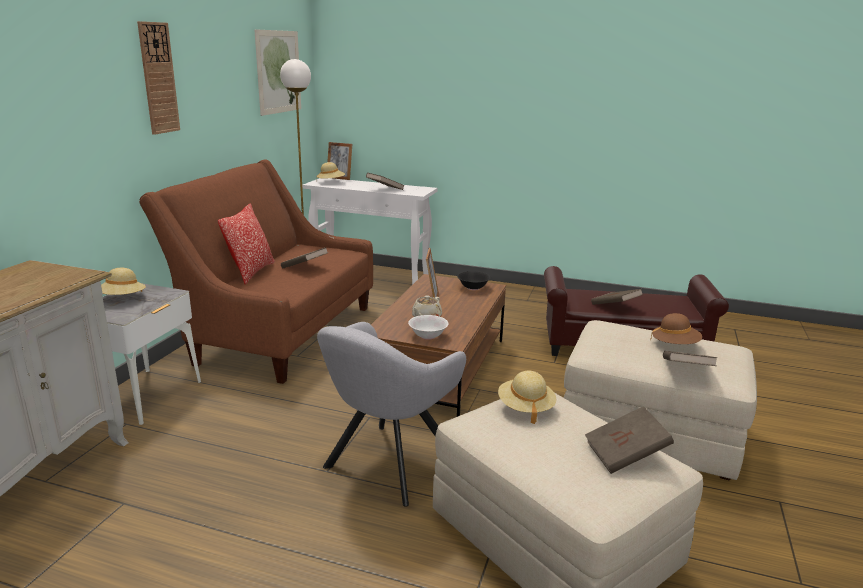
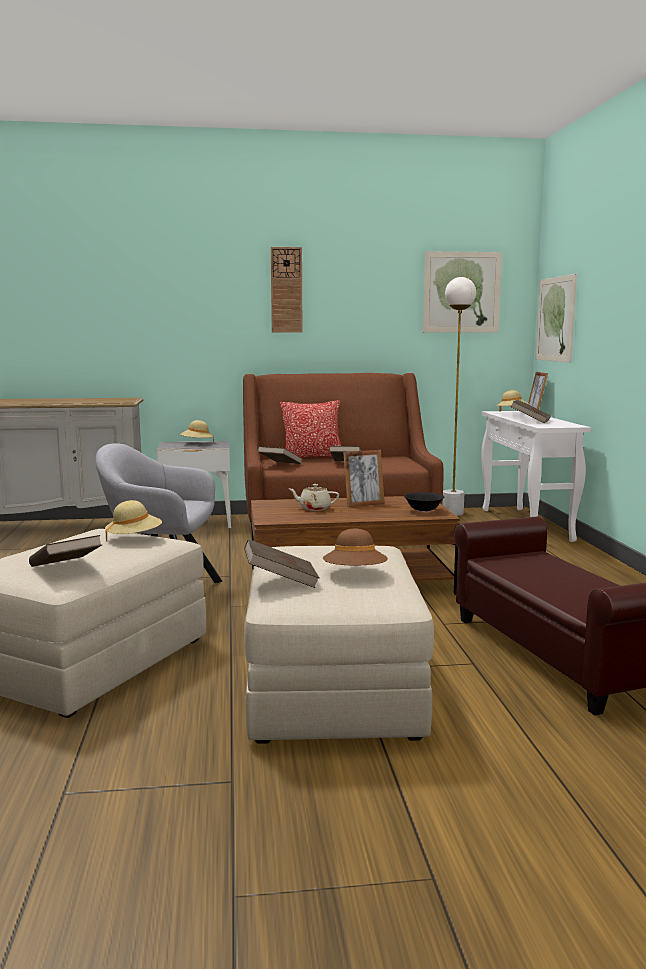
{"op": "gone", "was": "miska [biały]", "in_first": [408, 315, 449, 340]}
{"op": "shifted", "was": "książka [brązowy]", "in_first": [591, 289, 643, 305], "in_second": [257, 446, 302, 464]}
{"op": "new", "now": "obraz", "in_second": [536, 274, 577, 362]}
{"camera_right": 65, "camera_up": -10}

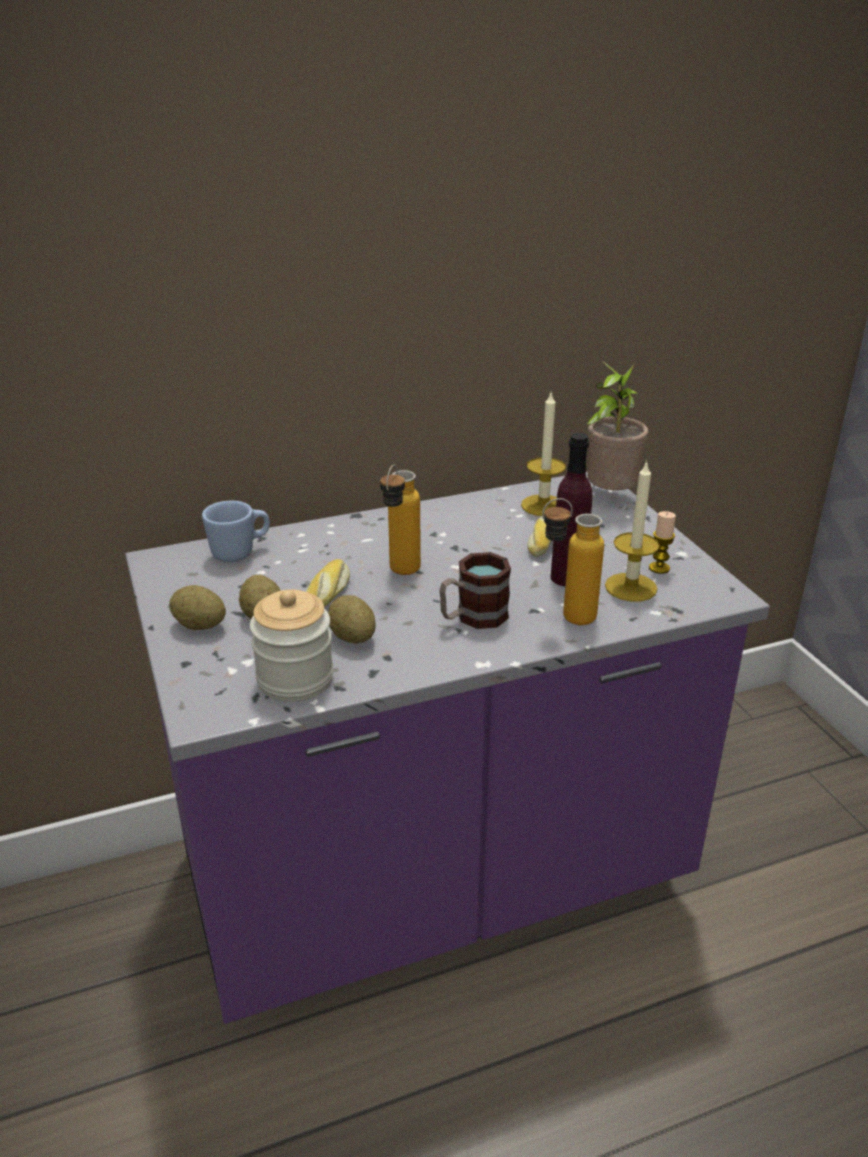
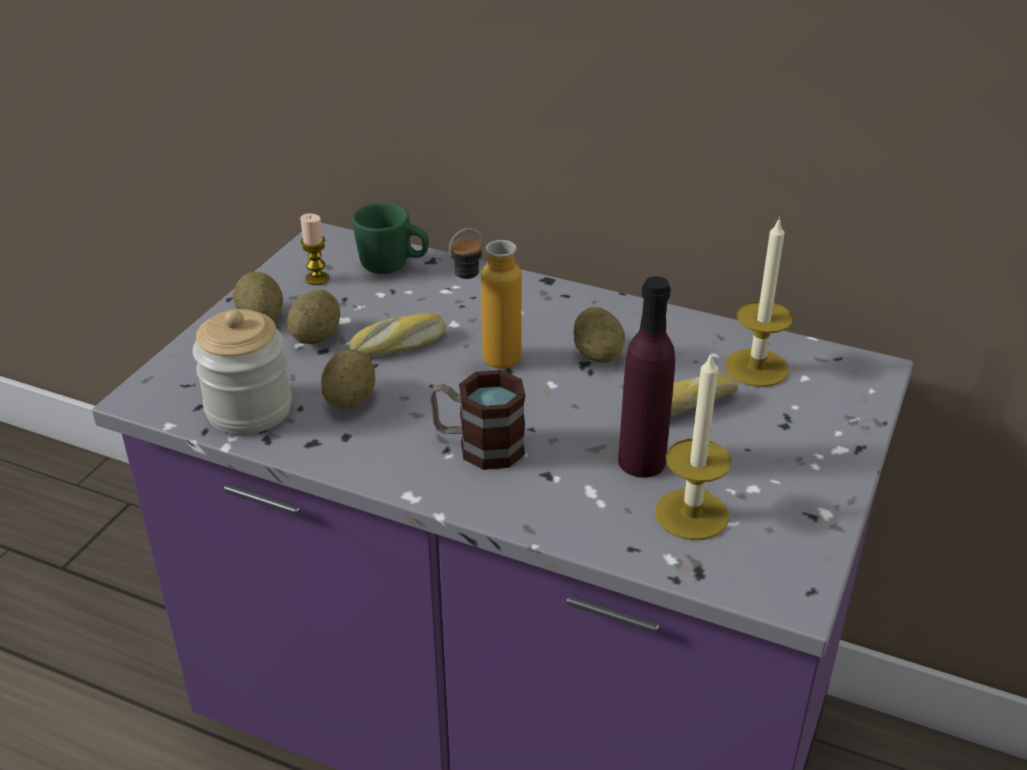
{"op": "repainted", "was": "kubek [niebieski]", "now": "kubek [zielony]", "in_first": [202, 501, 270, 562], "in_second": [352, 203, 429, 274]}
{"op": "gone", "was": "butelka", "in_first": [542, 498, 604, 625]}
{"op": "gone", "was": "roślina doniczkowa", "in_first": [587, 362, 649, 490]}
{"op": "shifted", "was": "świeca", "in_first": [649, 511, 676, 574], "in_second": [300, 213, 329, 285]}
{"op": "new", "now": "ziemniak", "in_second": [574, 307, 625, 363]}
{"camera_right": 45, "camera_up": 5}

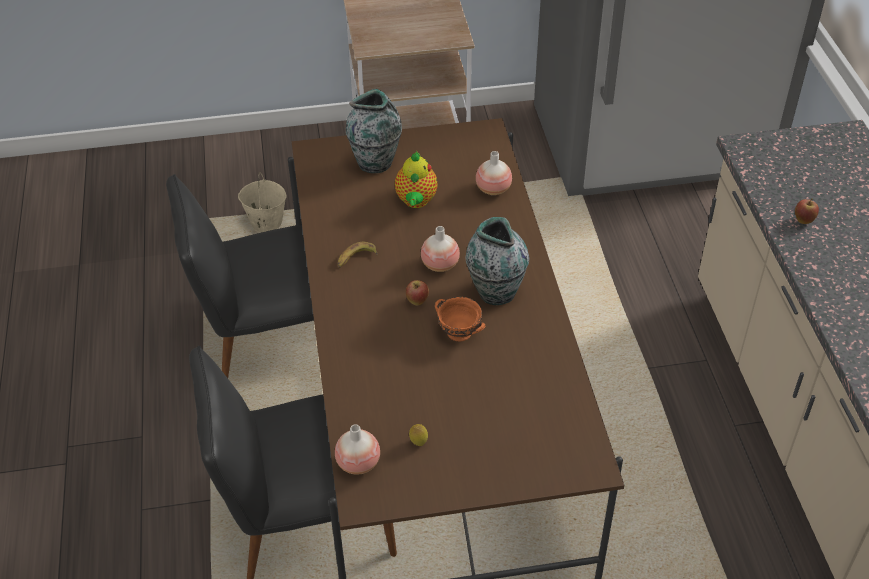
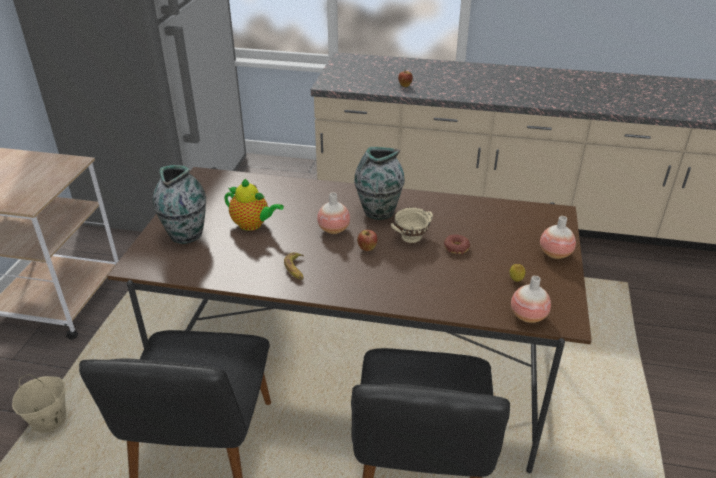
{"op": "repainted", "was": "miska [pomarańczowy]", "now": "miska [beżowy]", "in_first": [435, 297, 485, 342], "in_second": [391, 208, 433, 243]}
{"op": "shifted", "was": "wazon", "in_first": [476, 151, 512, 195], "in_second": [540, 216, 576, 259]}
{"op": "new", "now": "donut", "in_second": [444, 235, 470, 254]}
{"camera_right": -70, "camera_up": -10}

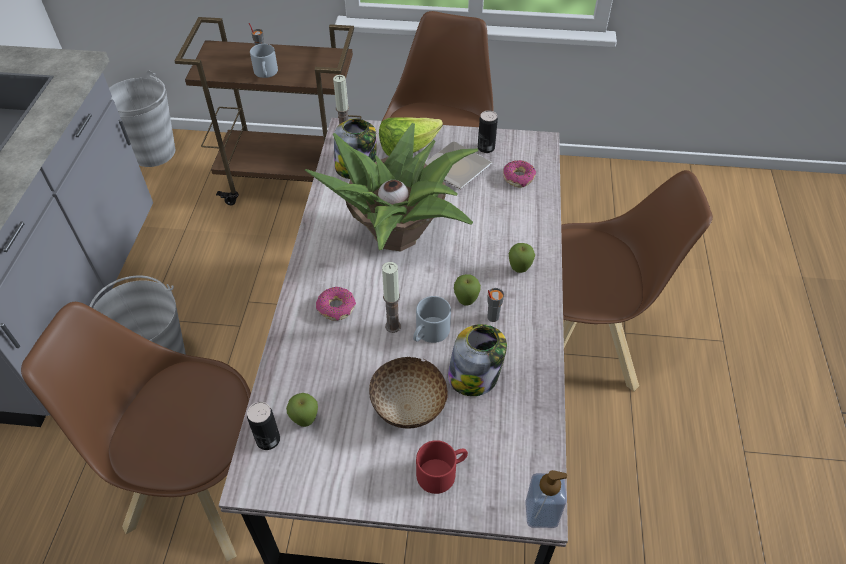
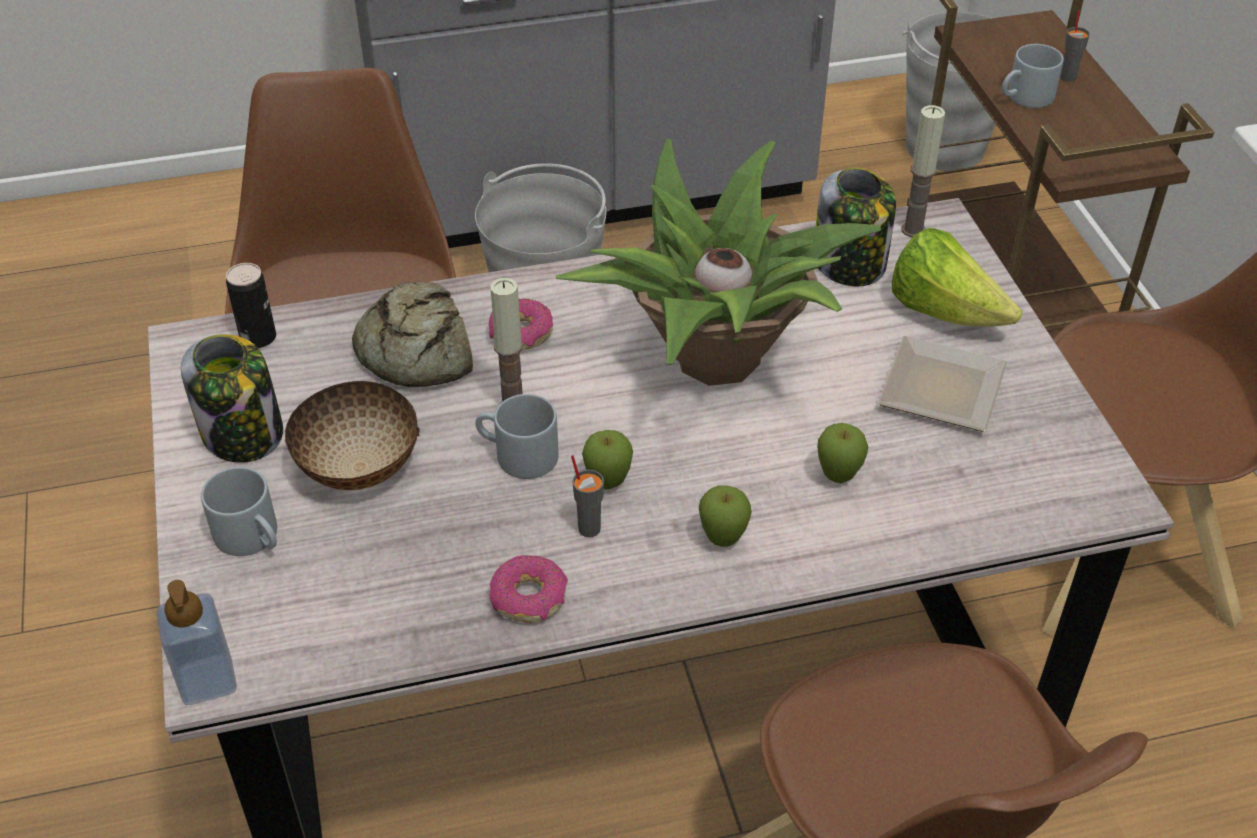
{"op": "shifted", "was": "jabłko", "in_first": [286, 393, 318, 427], "in_second": [817, 423, 868, 483]}
{"op": "repainted", "was": "kubek [czerwony]", "now": "kubek [szary]", "in_first": [416, 440, 468, 494], "in_second": [201, 467, 277, 556]}
{"op": "shifted", "was": "słoik", "in_first": [448, 324, 507, 396], "in_second": [181, 334, 283, 463]}
{"op": "gone", "was": "puszka", "in_first": [478, 110, 498, 153]}
{"op": "shifted", "was": "donut", "in_first": [503, 160, 536, 188], "in_second": [490, 555, 568, 623]}
{"op": "new", "now": "chleb", "in_second": [352, 282, 473, 387]}
{"camera_right": 70, "camera_up": -5}

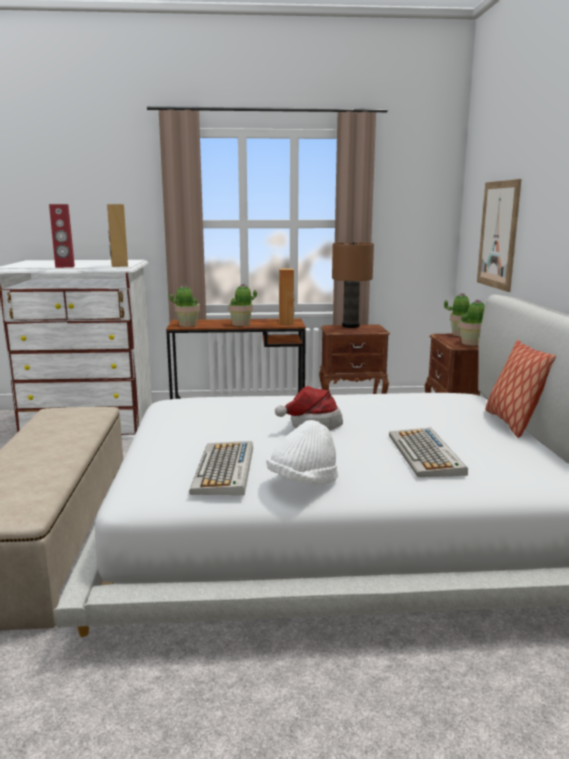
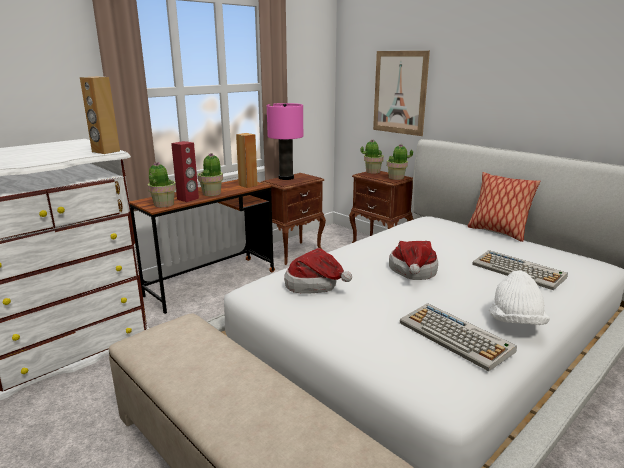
{"op": "shifted", "was": "głośnik [czerwony]", "in_first": [49, 204, 75, 268], "in_second": [171, 141, 199, 202]}
{"op": "repainted", "was": "lampa stołowa [brązowy]", "now": "lampa stołowa [różowy]", "in_first": [332, 242, 374, 328], "in_second": [267, 103, 303, 180]}
{"op": "new", "now": "kapelusz", "in_second": [284, 248, 352, 294]}
{"camera_right": -40, "camera_up": 5}

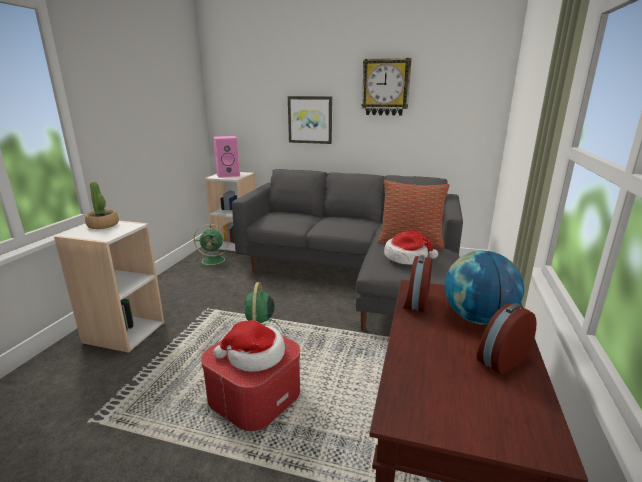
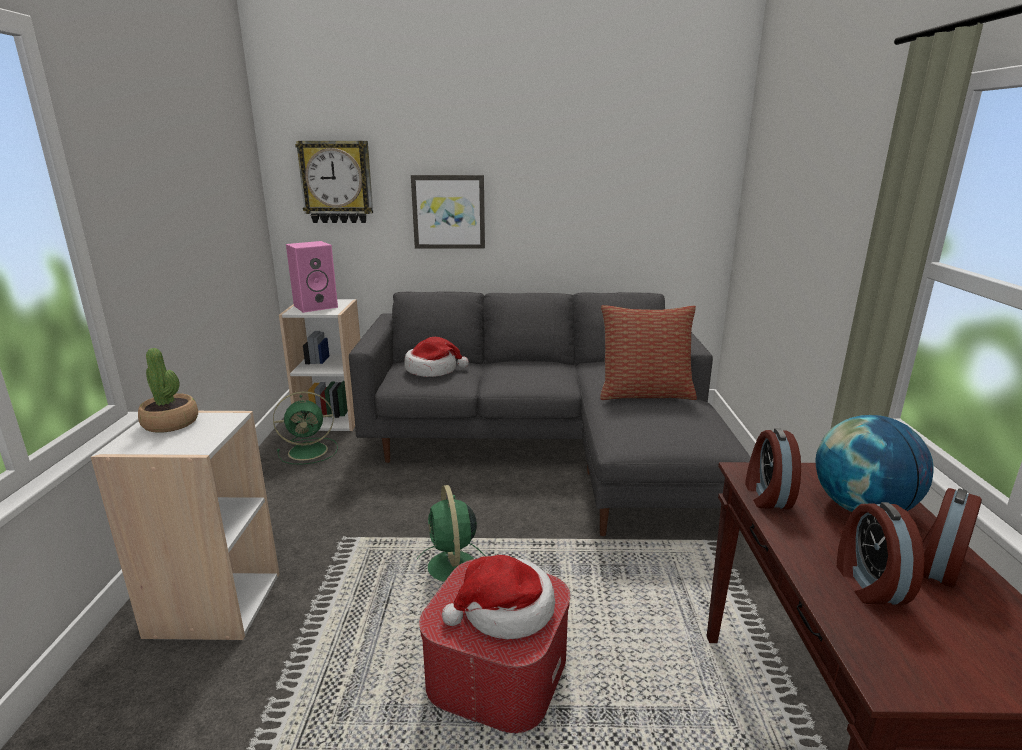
{"op": "shifted", "was": "zegar ścienny", "in_first": [361, 58, 412, 116], "in_second": [295, 141, 373, 223]}
{"op": "shifted", "was": "kapelusz", "in_first": [384, 230, 438, 265], "in_second": [404, 337, 469, 377]}
{"op": "new", "now": "budzik", "in_second": [837, 502, 925, 605]}
{"camera_right": -15, "camera_up": 0}

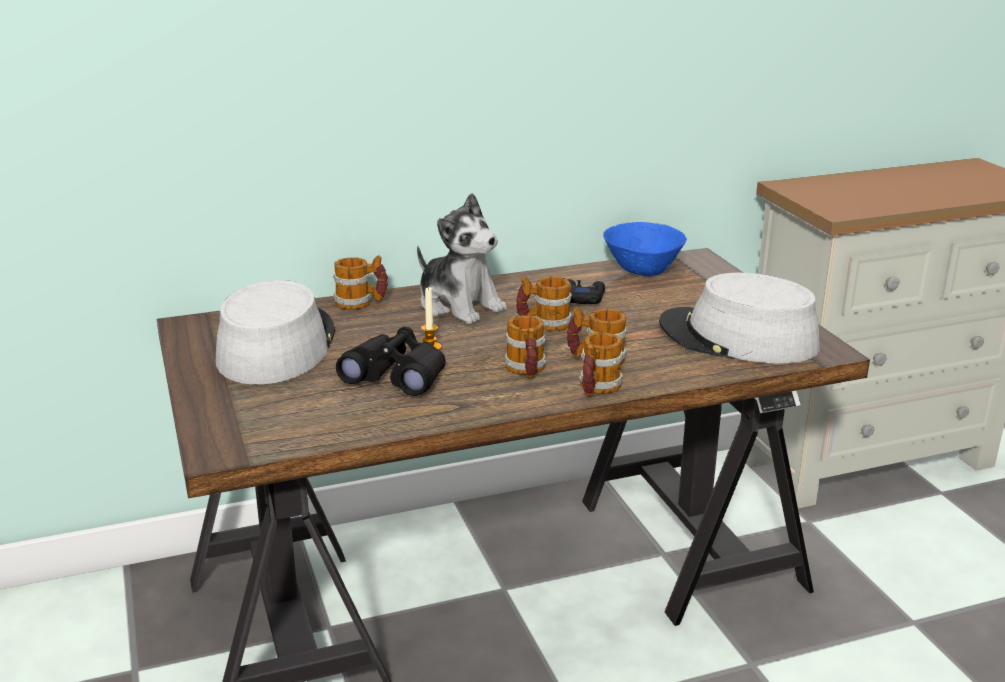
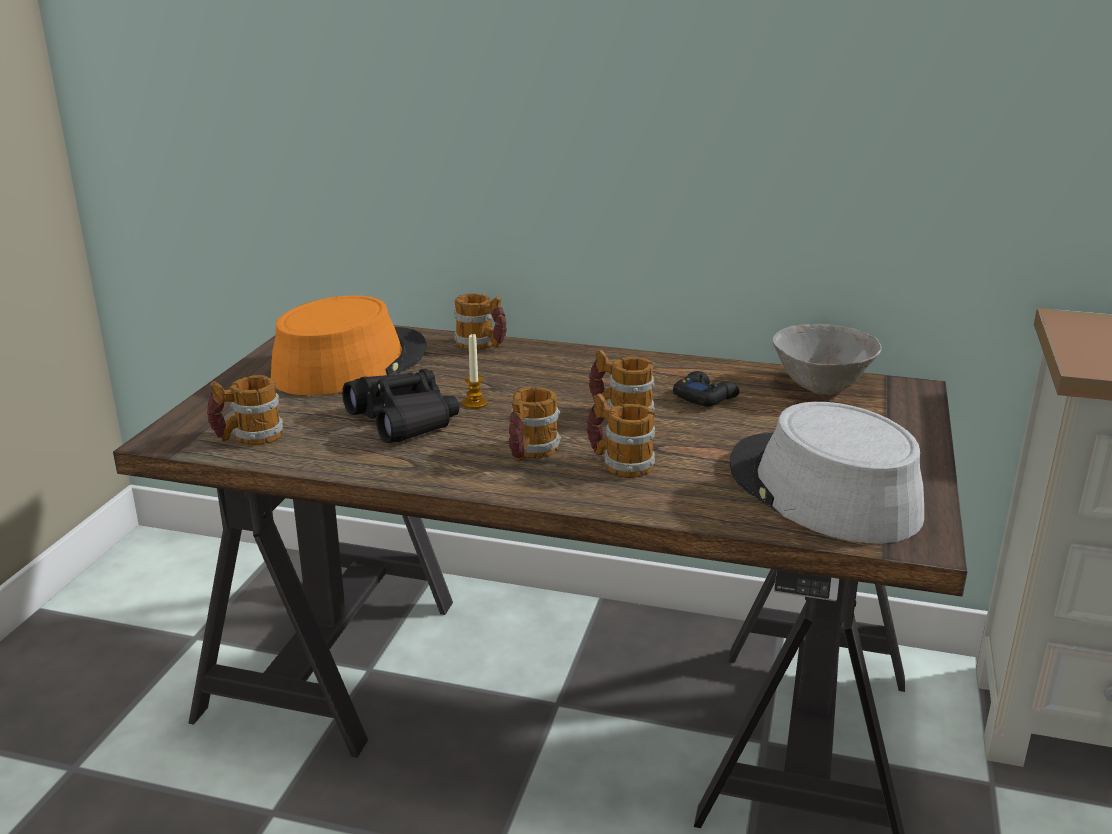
{"op": "repainted", "was": "kapelusz [szary]", "now": "kapelusz [pomarańczowy]", "in_first": [215, 280, 335, 385], "in_second": [271, 295, 427, 395]}
{"op": "gone", "was": "pluszak", "in_first": [417, 193, 507, 324]}
{"op": "shifted", "was": "kubek", "in_first": [579, 332, 624, 396], "in_second": [207, 375, 283, 445]}
{"op": "repainted", "was": "miska [niebieski]", "now": "miska [szary]", "in_first": [603, 222, 687, 276], "in_second": [773, 324, 882, 395]}
{"camera_right": 35, "camera_up": 0}

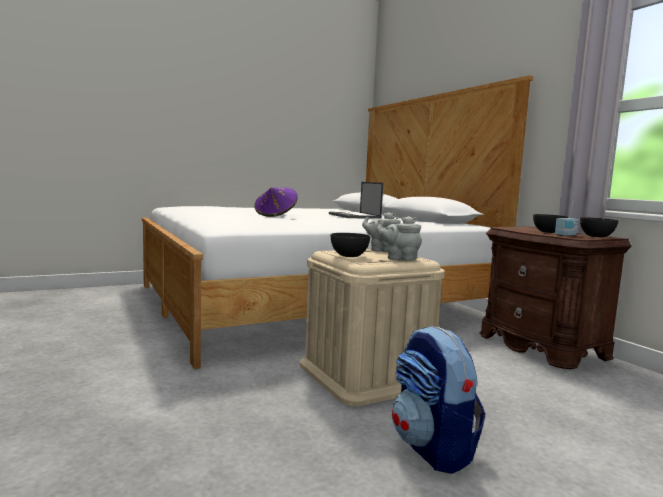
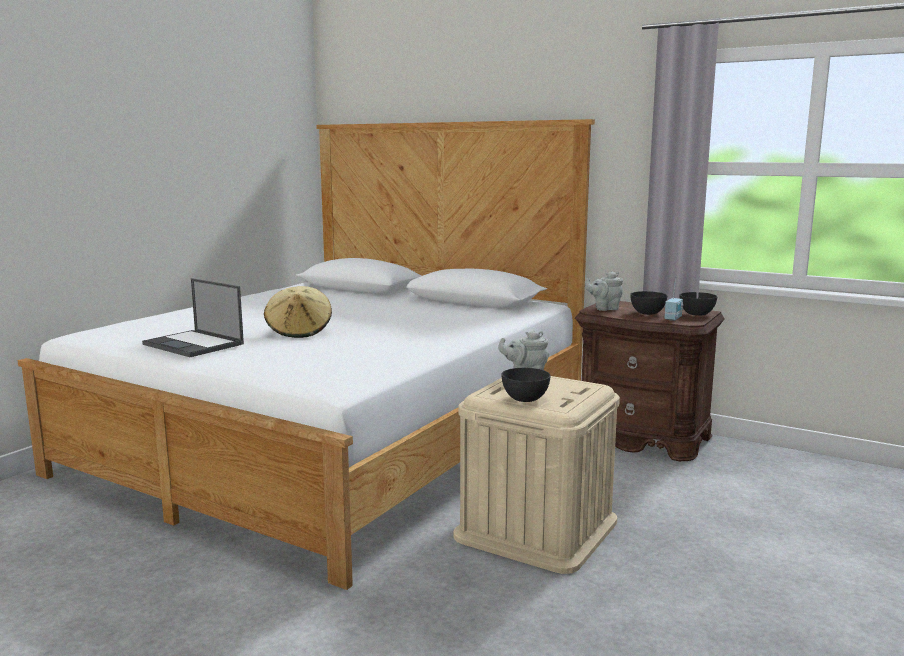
{"op": "repainted", "was": "kapelusz [fioletowy]", "now": "kapelusz [beżowy]", "in_first": [254, 187, 298, 217], "in_second": [264, 286, 332, 338]}
{"op": "shifted", "was": "laptop", "in_first": [329, 182, 383, 219], "in_second": [142, 278, 244, 357]}
{"op": "shifted", "was": "imbryk [szary]", "in_first": [376, 216, 422, 261], "in_second": [585, 272, 623, 311]}
{"op": "gone", "was": "plecak", "in_first": [392, 326, 485, 474]}
{"camera_right": -30, "camera_up": 5}

